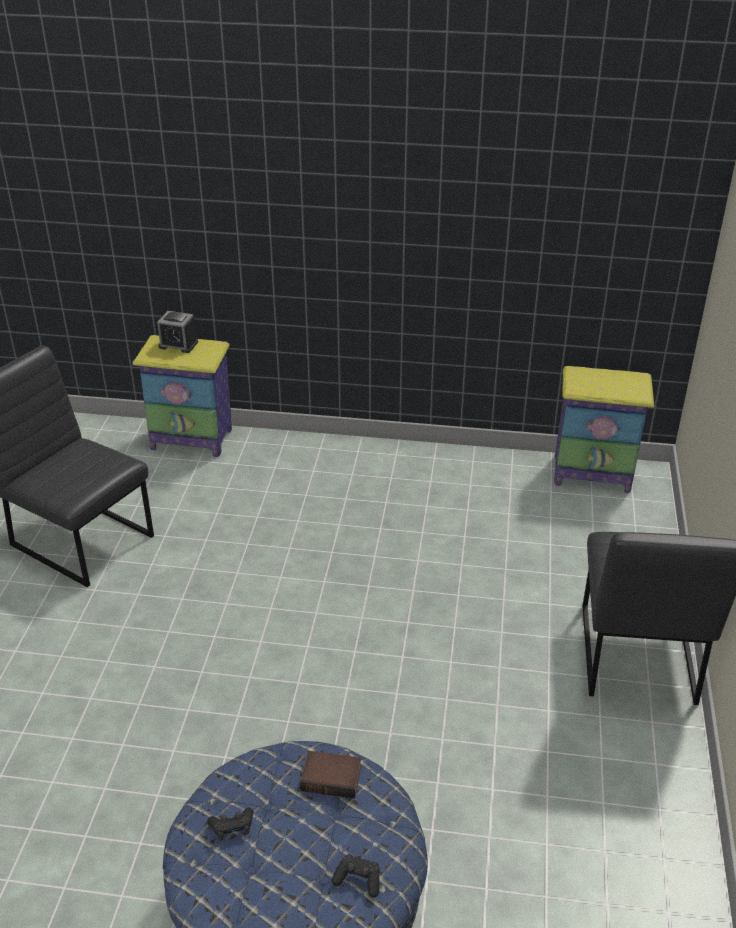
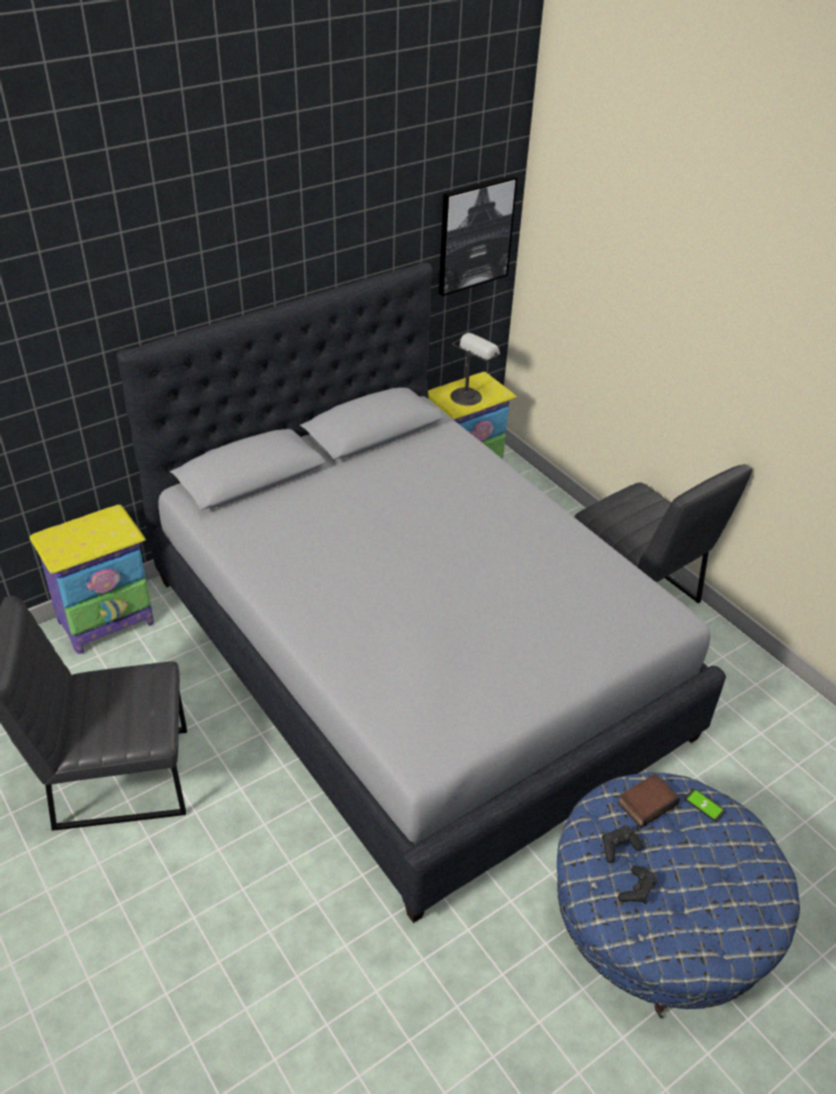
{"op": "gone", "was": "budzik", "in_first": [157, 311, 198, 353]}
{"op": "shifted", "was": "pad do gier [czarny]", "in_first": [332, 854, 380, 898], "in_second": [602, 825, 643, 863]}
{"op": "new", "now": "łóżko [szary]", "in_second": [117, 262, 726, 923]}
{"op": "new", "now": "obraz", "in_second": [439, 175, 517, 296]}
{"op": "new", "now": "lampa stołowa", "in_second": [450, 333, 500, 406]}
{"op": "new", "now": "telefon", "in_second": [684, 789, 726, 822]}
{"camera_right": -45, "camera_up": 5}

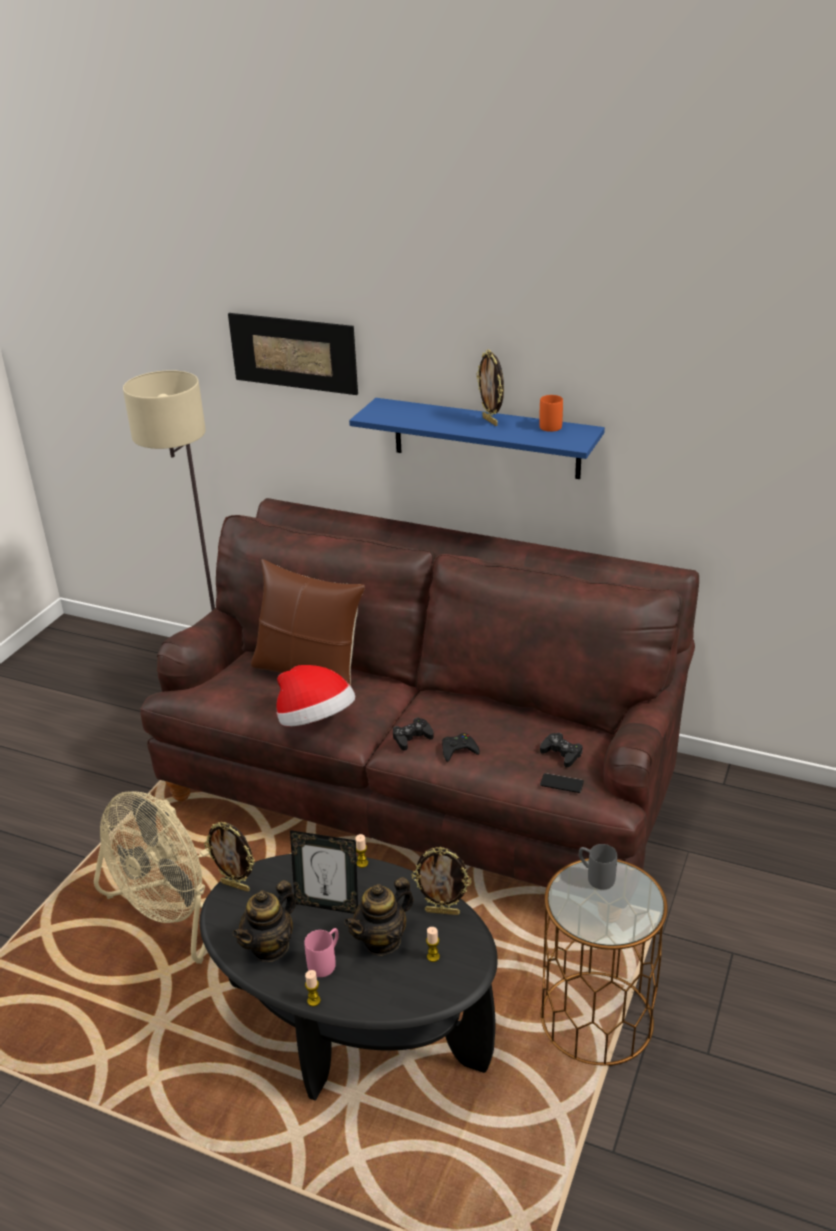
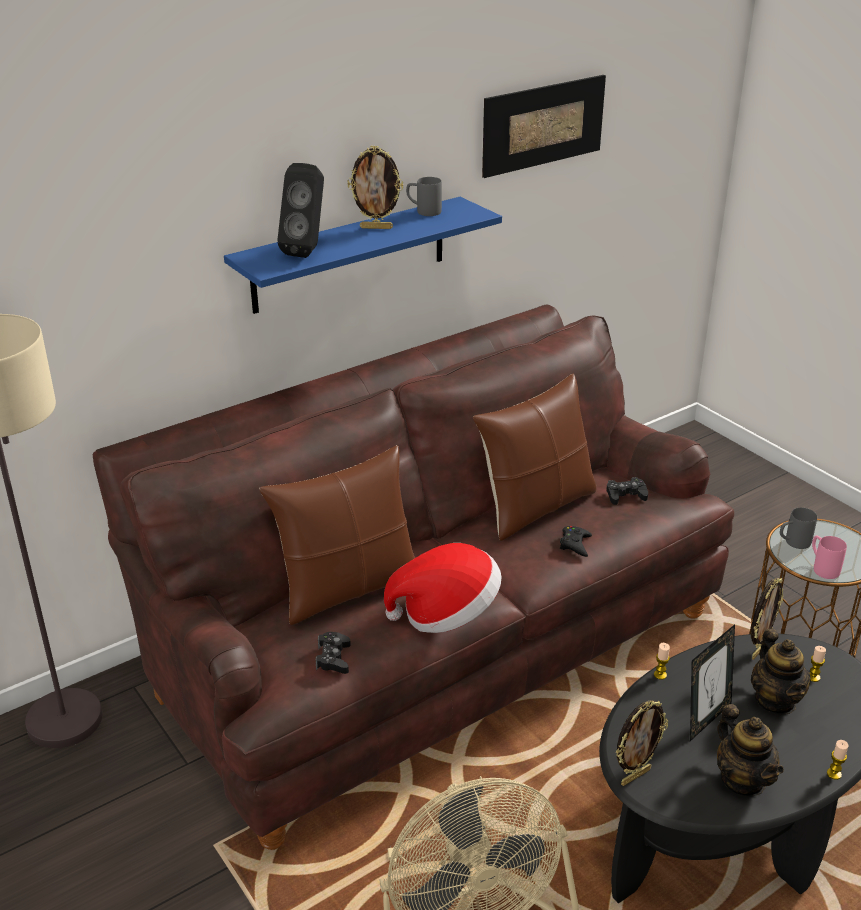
{"op": "shifted", "was": "obraz", "in_first": [228, 313, 358, 395], "in_second": [482, 75, 606, 178]}
{"op": "shifted", "was": "kubek [różowy]", "in_first": [304, 928, 339, 977], "in_second": [812, 535, 847, 579]}
{"op": "shifted", "was": "pad do gier [czarny]", "in_first": [393, 718, 434, 751], "in_second": [316, 632, 351, 674]}
{"op": "repainted", "was": "kubek [pomarańczowy]", "now": "kubek [szary]", "in_first": [539, 395, 563, 432], "in_second": [406, 177, 442, 216]}
{"op": "gone", "was": "telefon", "in_first": [540, 773, 584, 793]}
{"op": "new", "now": "głośnik [czarny]", "in_second": [277, 163, 324, 258]}
{"op": "new", "now": "poduszka [brązowy]", "in_second": [473, 373, 597, 541]}
{"camera_right": -60, "camera_up": 0}

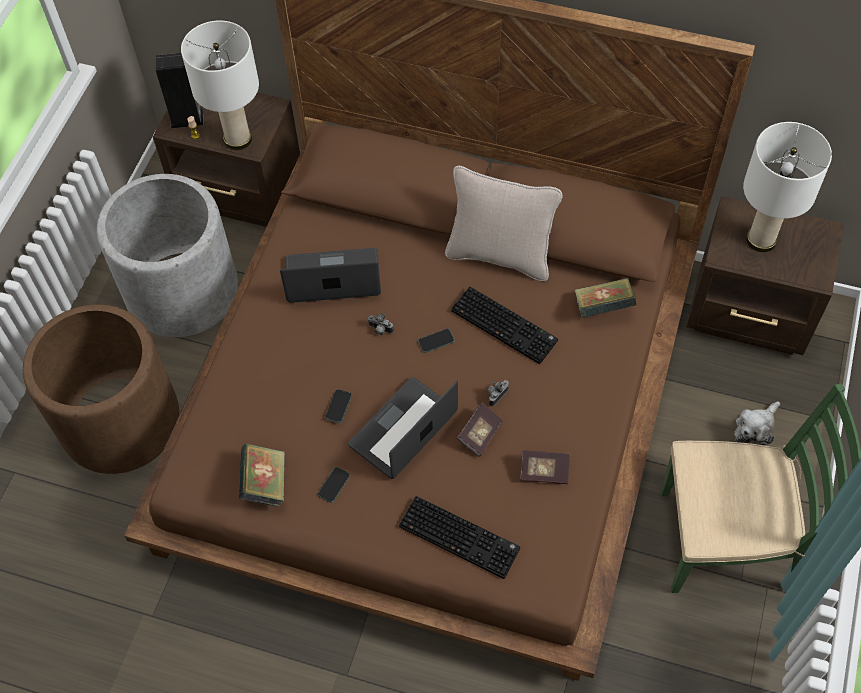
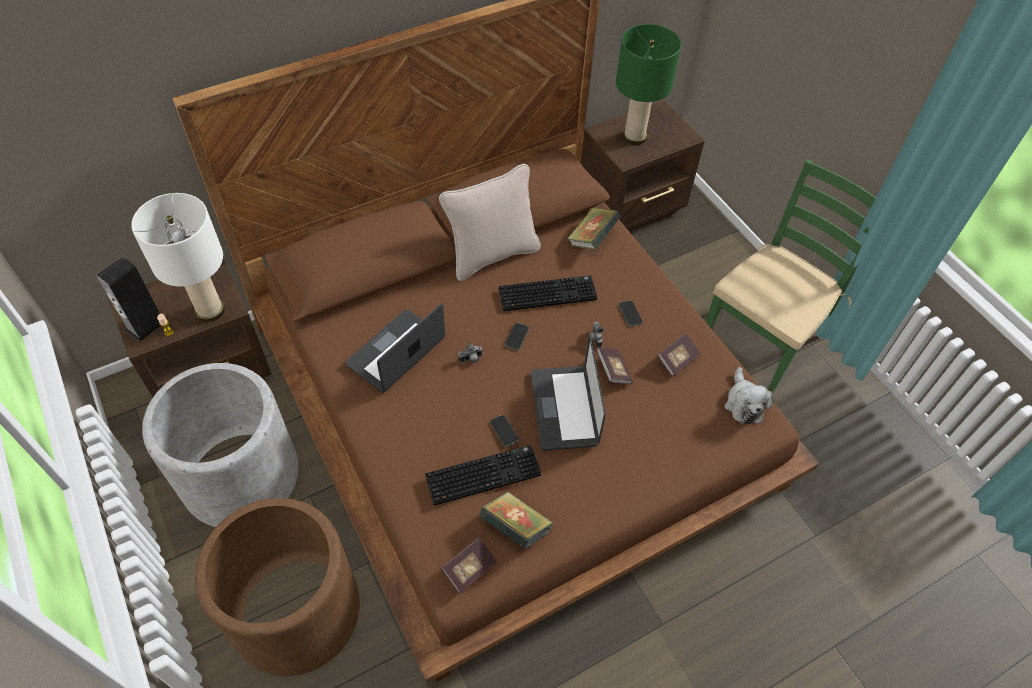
{"op": "shifted", "was": "telefon", "in_first": [317, 467, 350, 503], "in_second": [619, 300, 643, 327]}
{"op": "shifted", "was": "klawiatura", "in_first": [399, 496, 520, 579], "in_second": [425, 445, 541, 506]}
{"op": "shifted", "was": "pluszak", "in_first": [734, 401, 780, 445], "in_second": [724, 367, 774, 424]}
{"op": "repainted", "was": "lampa stołowa [biały]", "now": "lampa stołowa [zielony]", "in_first": [743, 122, 832, 252], "in_second": [616, 24, 681, 145]}
{"op": "new", "now": "książka", "in_second": [441, 537, 497, 594]}
{"camera_right": -50, "camera_up": -5}

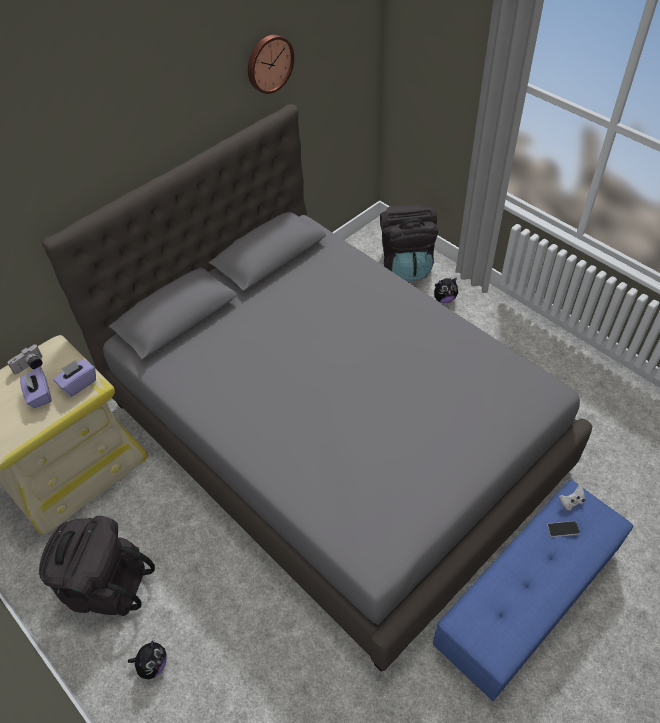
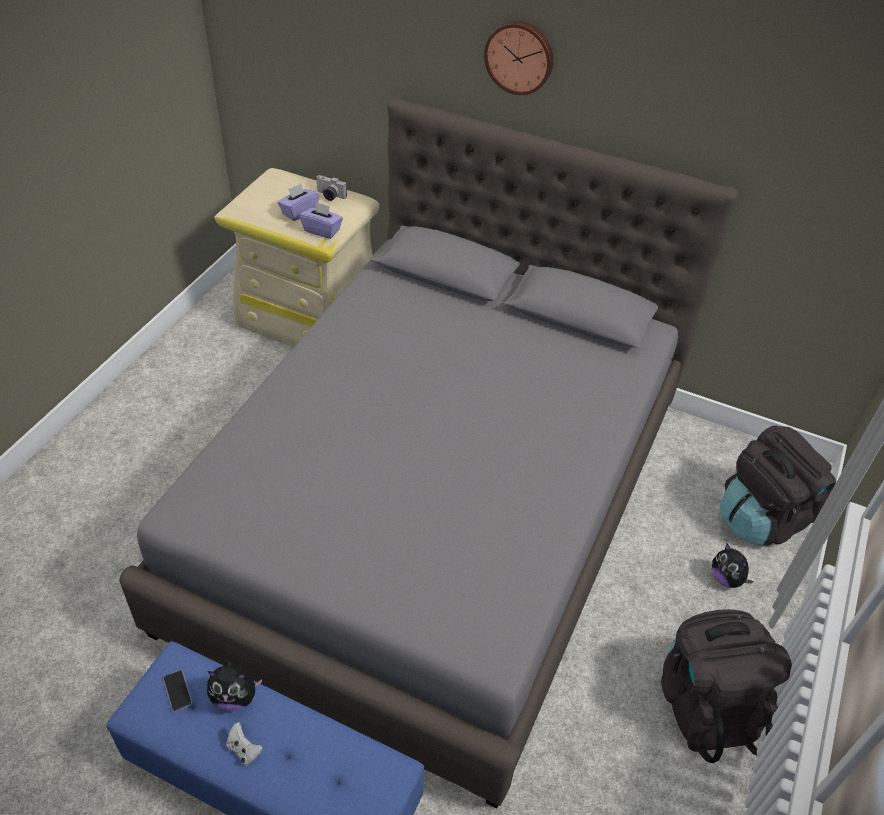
{"op": "shifted", "was": "plecak [czarny]", "in_first": [39, 516, 155, 616], "in_second": [661, 609, 792, 763]}
{"op": "shifted", "was": "pluszak", "in_first": [128, 641, 167, 679], "in_second": [207, 662, 262, 711]}
{"op": "shifted", "was": "zegar ścienny", "in_first": [248, 35, 294, 94], "in_second": [484, 21, 553, 95]}
{"op": "shifted", "was": "telefon", "in_first": [547, 521, 580, 537], "in_second": [163, 670, 192, 712]}
{"op": "shifted", "was": "pad do gier [biały]", "in_first": [559, 485, 585, 511], "in_second": [226, 722, 263, 766]}
{"camera_right": 65, "camera_up": -5}

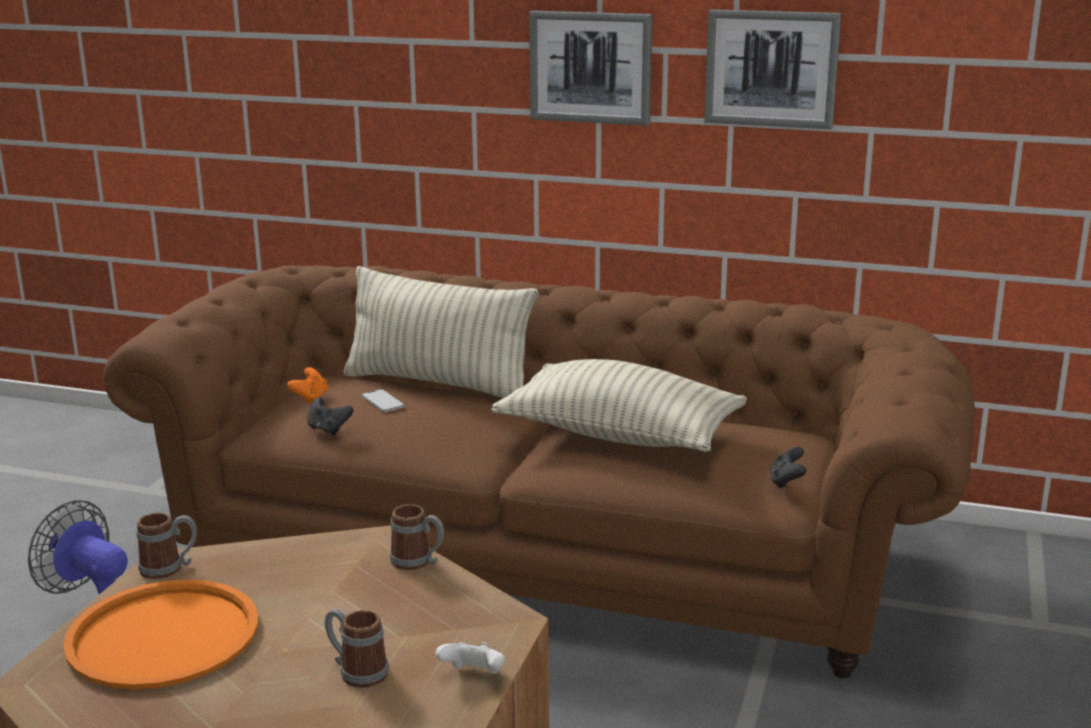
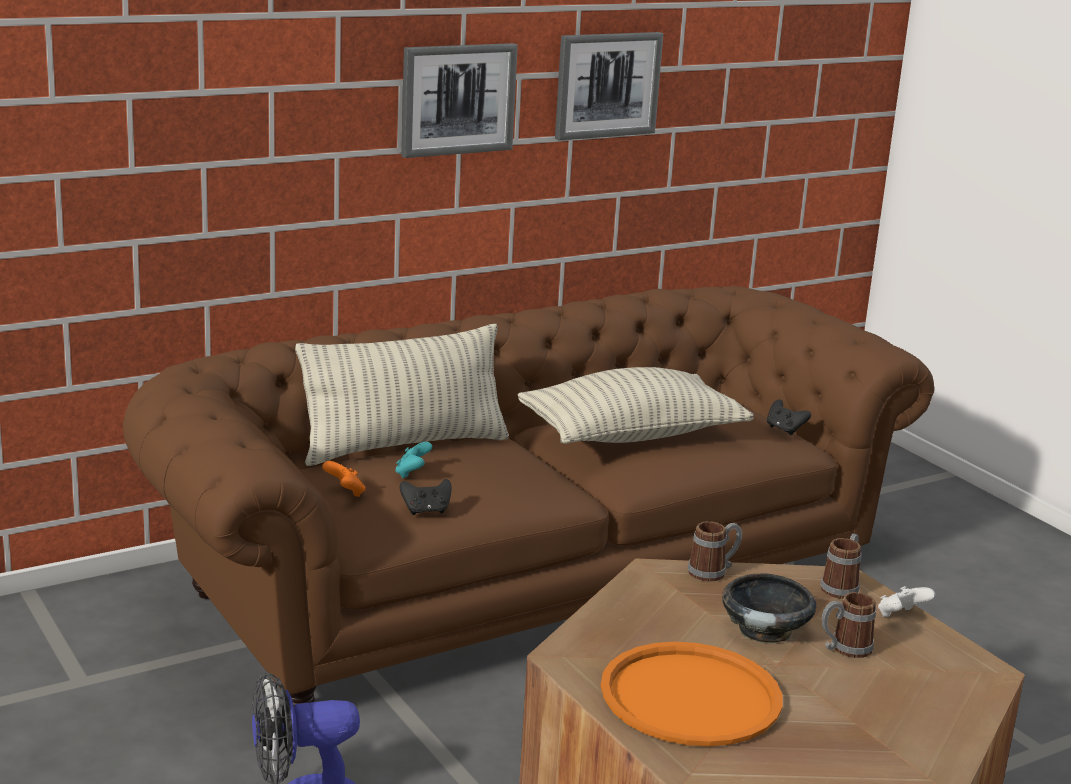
{"op": "shifted", "was": "kubek", "in_first": [136, 512, 197, 579], "in_second": [820, 533, 862, 599]}
{"op": "swapped", "was": "telefon", "now": "pad do gier [turkusowy]", "in_first": [362, 389, 405, 412], "in_second": [395, 442, 432, 479]}
{"op": "new", "now": "miska [czarny]", "in_second": [722, 573, 817, 643]}
{"camera_right": -50, "camera_up": 0}

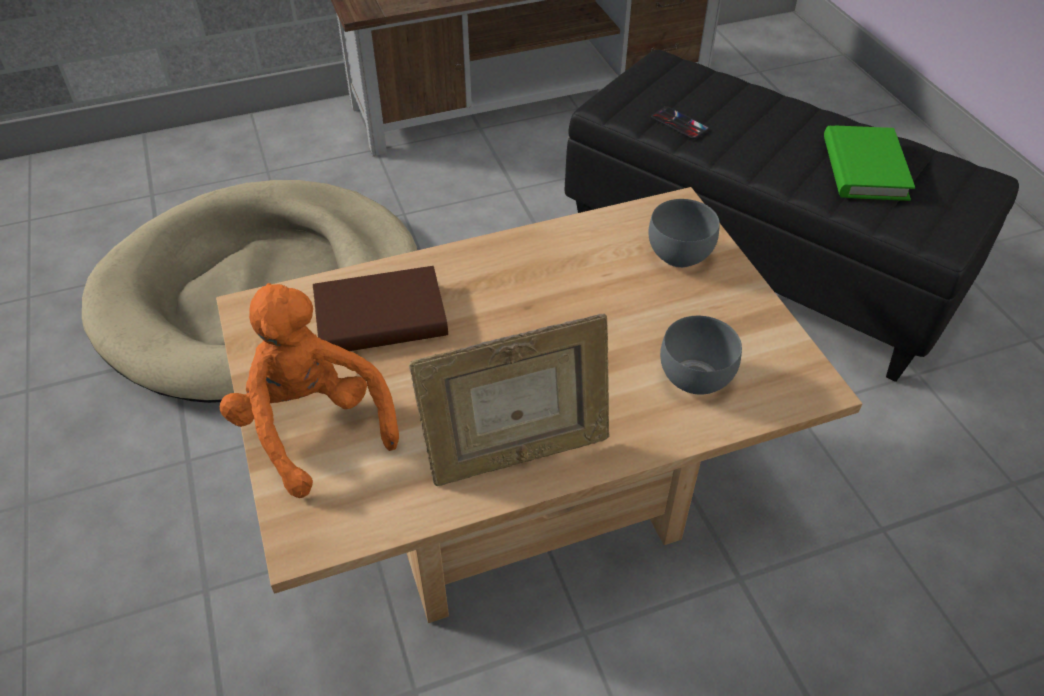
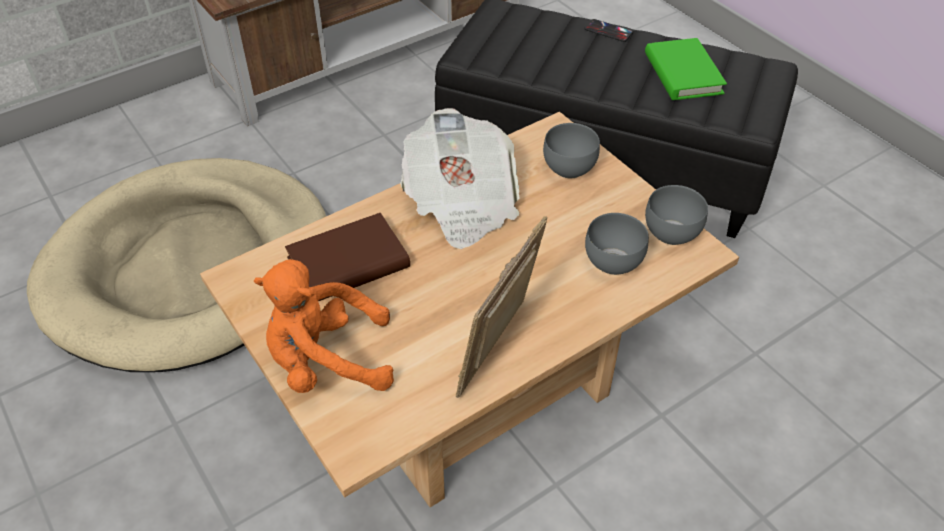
{"op": "rotated", "was": "pluszak [pomarańczowy]", "in_first": [220, 283, 399, 498], "in_second": [254, 259, 394, 393], "clockwise": -45}
{"op": "rotated", "was": "ramka na zdjęcie", "in_first": [409, 314, 609, 486], "in_second": [456, 216, 547, 398], "clockwise": 150}
{"op": "shifted", "was": "telefon", "in_first": [651, 106, 709, 139], "in_second": [584, 19, 633, 42]}
{"op": "new", "now": "gazeta", "in_second": [400, 108, 519, 249]}
{"op": "new", "now": "miska [szary]", "in_second": [645, 185, 708, 245]}
{"camera_right": -15, "camera_up": 0}

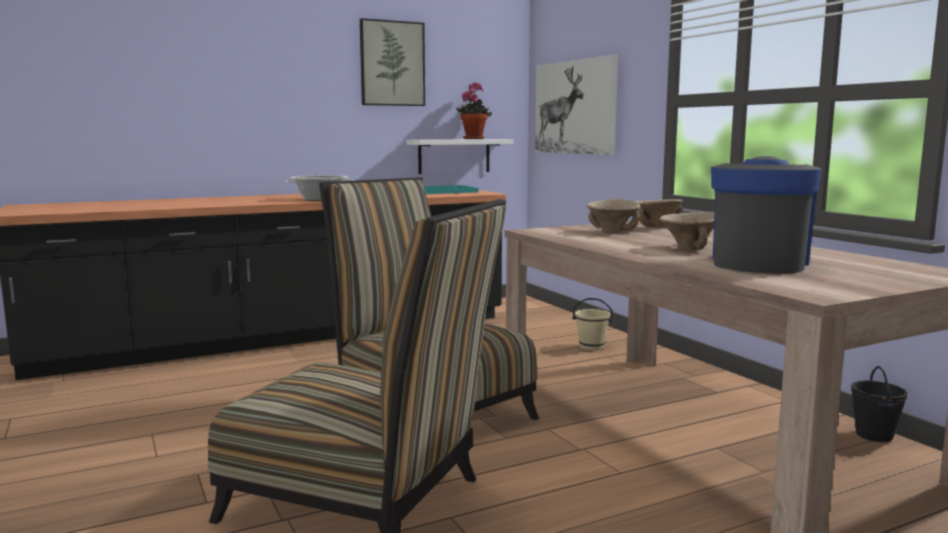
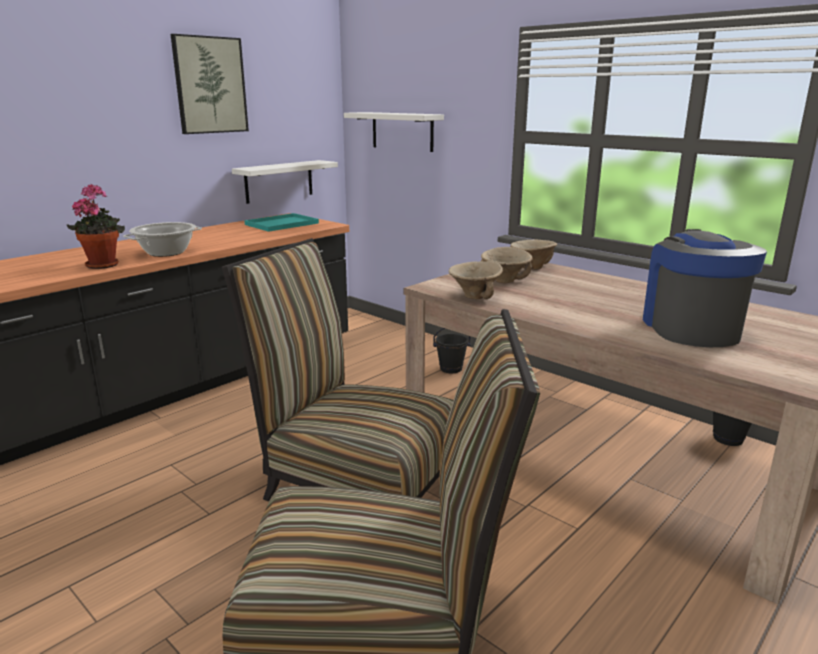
{"op": "shifted", "was": "roślina doniczkowa", "in_first": [456, 82, 492, 139], "in_second": [67, 184, 125, 269]}
{"op": "swapped", "was": "obraz", "now": "półka [biały]", "in_first": [535, 54, 618, 155], "in_second": [344, 112, 444, 152]}
{"op": "repainted", "was": "wiadro [beżowy]", "now": "wiadro [czarny]", "in_first": [572, 298, 613, 350], "in_second": [433, 328, 471, 373]}
{"op": "shifted", "was": "miska [beżowy]", "in_first": [659, 212, 714, 250], "in_second": [449, 261, 503, 299]}
{"camera_right": -20, "camera_up": 10}

